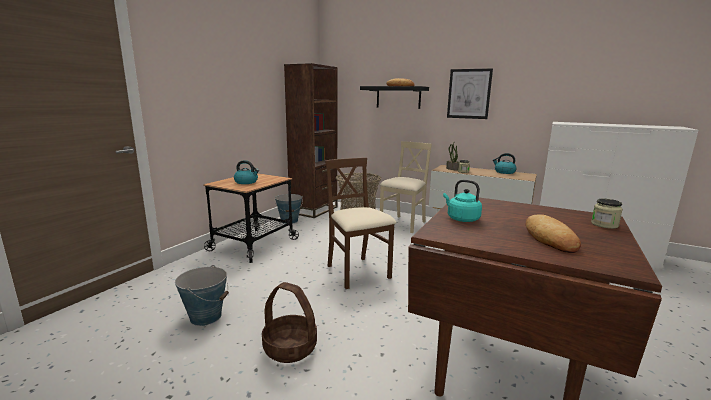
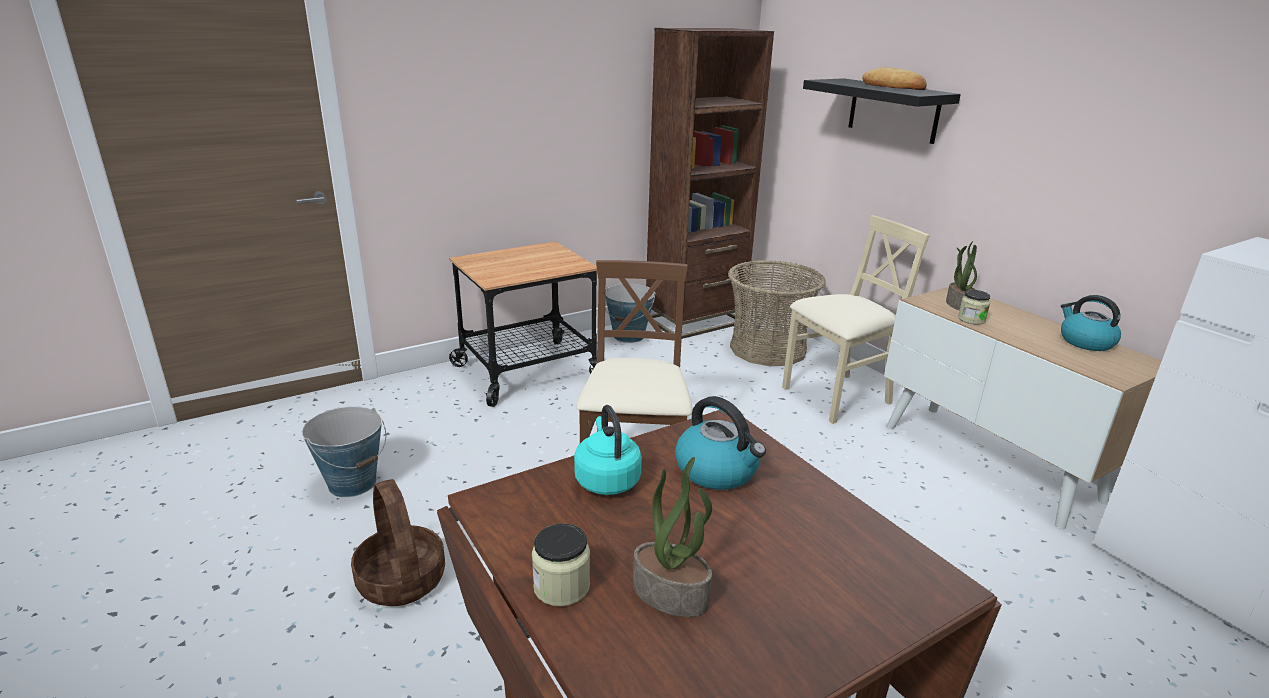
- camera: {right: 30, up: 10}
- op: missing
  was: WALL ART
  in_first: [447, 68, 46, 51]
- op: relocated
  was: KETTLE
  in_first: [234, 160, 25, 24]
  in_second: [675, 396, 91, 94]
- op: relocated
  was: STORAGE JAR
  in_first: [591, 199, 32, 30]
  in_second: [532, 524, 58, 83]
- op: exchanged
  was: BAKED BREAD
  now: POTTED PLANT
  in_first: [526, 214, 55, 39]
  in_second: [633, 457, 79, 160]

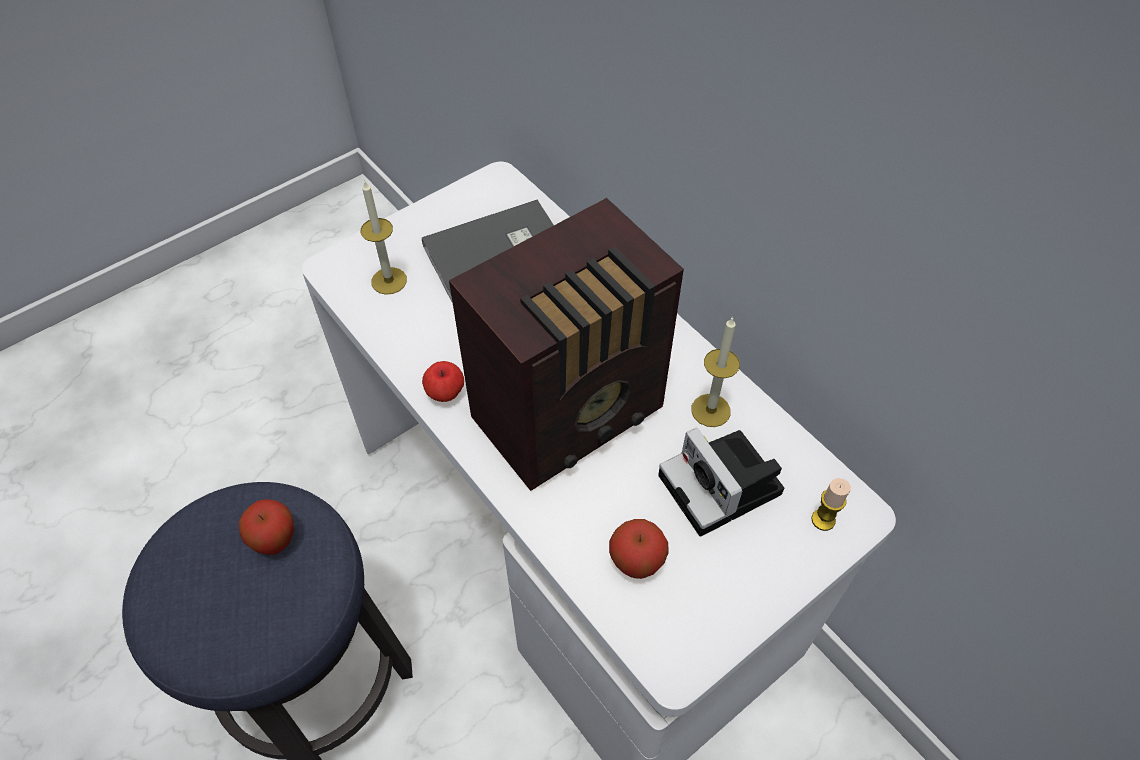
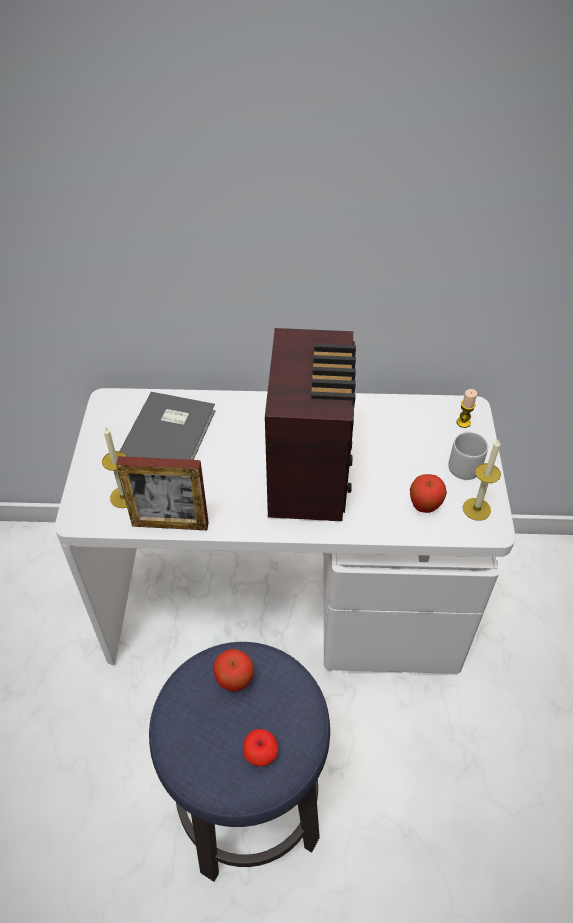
- camera: {right: -50, up: -5}
- op: relocated
  was: WAX LIGHT
  in_first: [691, 317, 49, 110]
  in_second: [463, 439, 38, 82]
- op: relocated
  was: WHOLE APPLE
  in_first: [422, 361, 42, 41]
  in_second: [243, 729, 35, 37]
- op: missing
  was: PHOTO CAMERA
  in_first: [658, 427, 126, 109]
- op: appeared
  now: GRAY COFFEE MUG
  in_second: [448, 431, 40, 49]
- op: appeared
  now: PHOTO FRAME
  in_second: [116, 456, 93, 75]

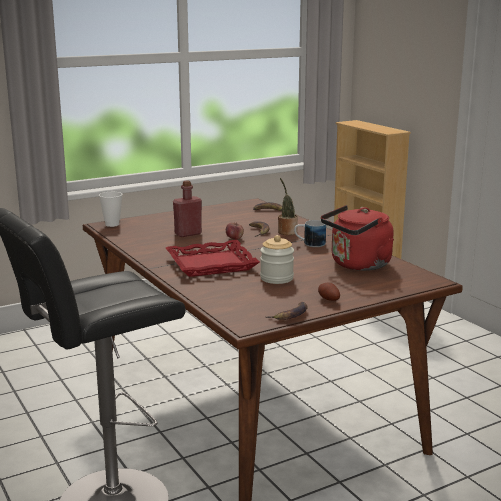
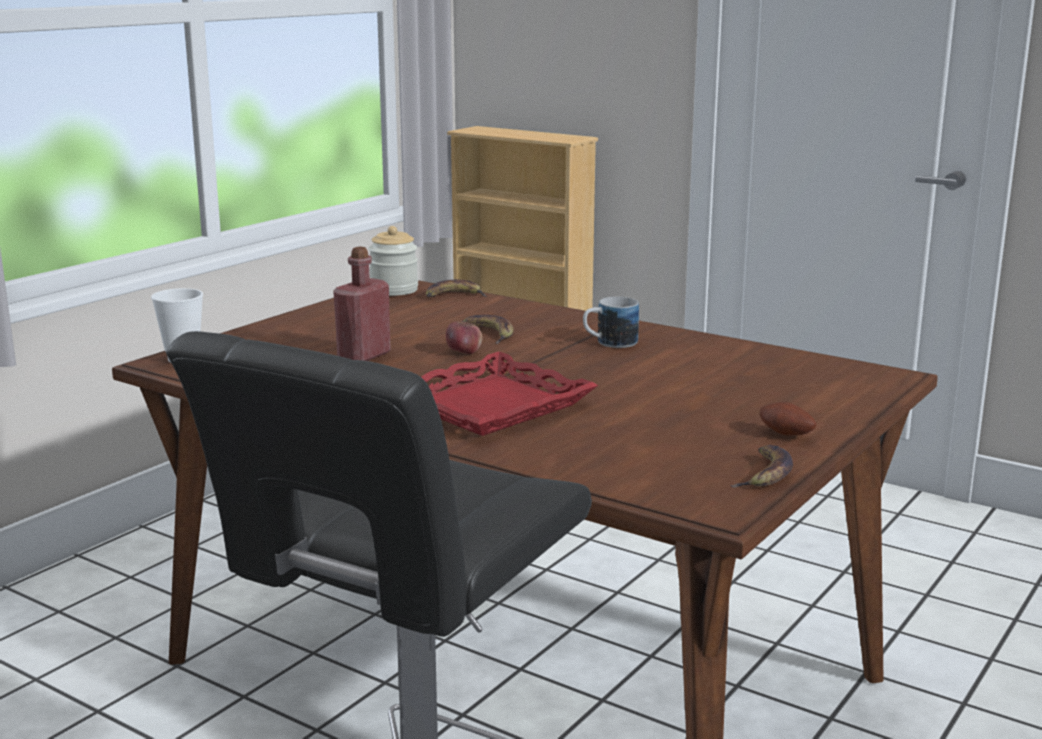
- camera: {right: -25, up: 0}
- op: missing
  was: POTTED PLANT
  in_first: [278, 178, 20, 57]
- op: missing
  was: RED KETTLE
  in_first: [321, 205, 73, 66]
- op: relocated
  was: STORAGE JAR
  in_first: [260, 235, 34, 49]
  in_second: [369, 226, 49, 70]

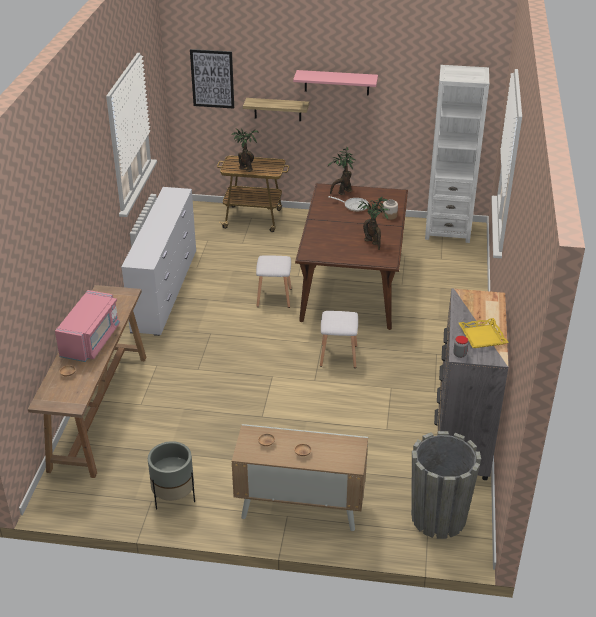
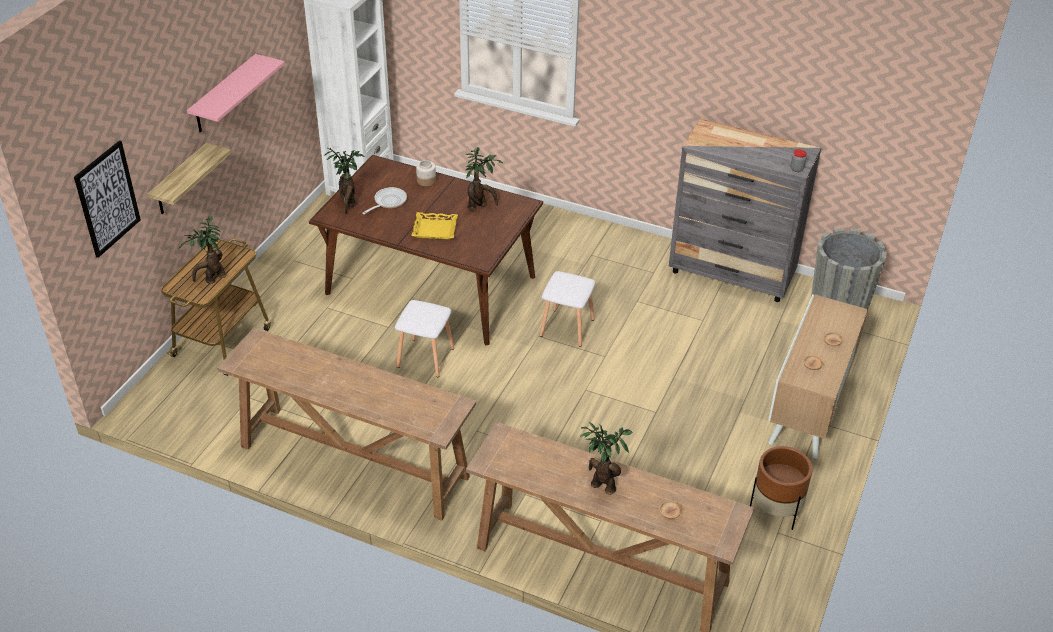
- camera: {right: -75, up: 5}
- op: exchanged
  was: WHITISH DRAWER CHEST
  now: BROWN CONSOLE TABLE
  in_first: [121, 187, 75, 149]
  in_second: [217, 328, 259, 193]
- op: exchanged
  was: PINK MICROWAVE
  now: POTTED PLANT
  in_first: [55, 290, 65, 72]
  in_second: [580, 422, 53, 73]
- op: relocated
  was: YELLOWISH SERVING TRAY
  in_first: [459, 318, 50, 30]
  in_second: [411, 212, 47, 27]
- op: colour
  was: GRAY PLANTER
  now: BROWN PLANTER
  in_first: [148, 441, 47, 69]
  in_second: [750, 446, 63, 84]

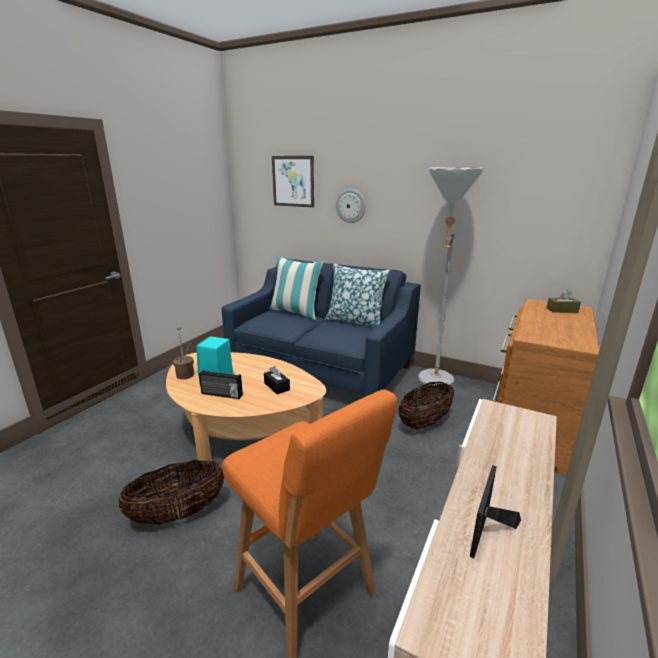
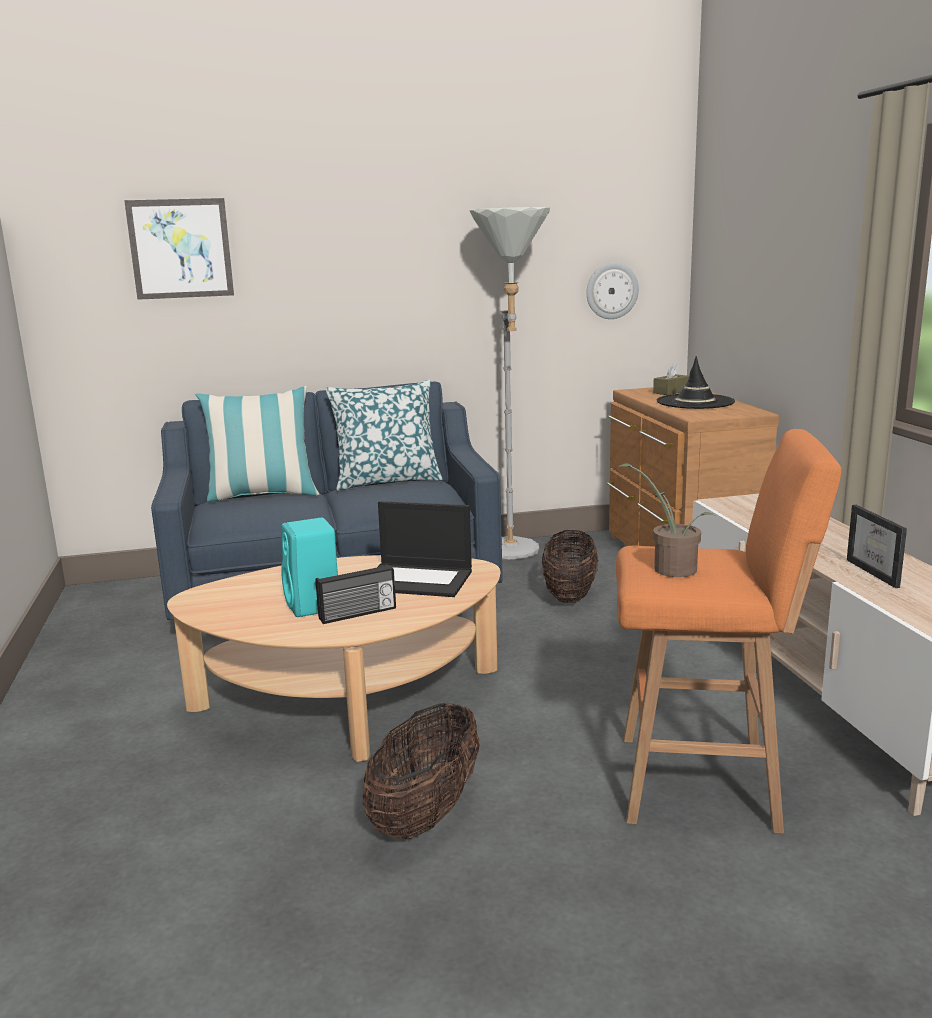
- camera: {right: -40, up: -5}
- op: relocated
  was: HANGING CLOCK
  in_first: [336, 189, 30, 34]
  in_second: [586, 263, 53, 56]
- op: relocated
  was: POTTED PLANT
  in_first: [173, 328, 21, 51]
  in_second: [616, 464, 101, 113]
- op: exchanged
  was: BLACK TISSUE BOX
  now: PORTABLE COMPUTER
  in_first: [264, 366, 26, 28]
  in_second: [377, 501, 95, 96]
- op: appeared
  now: BLACK CLOTHING HAT
  in_second: [657, 356, 78, 53]

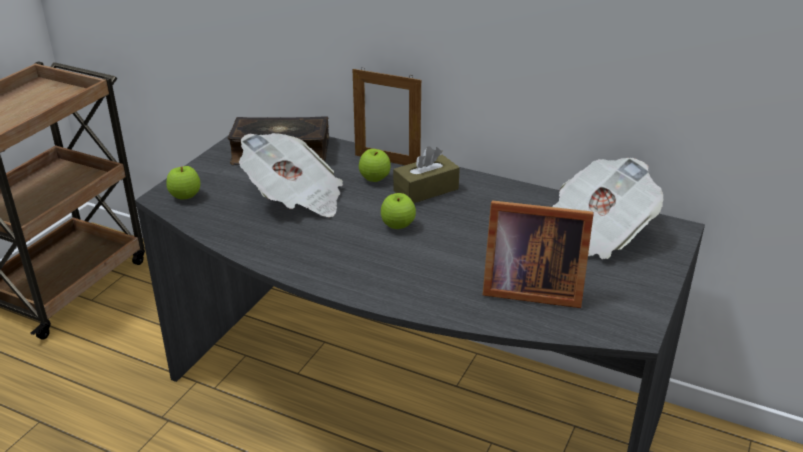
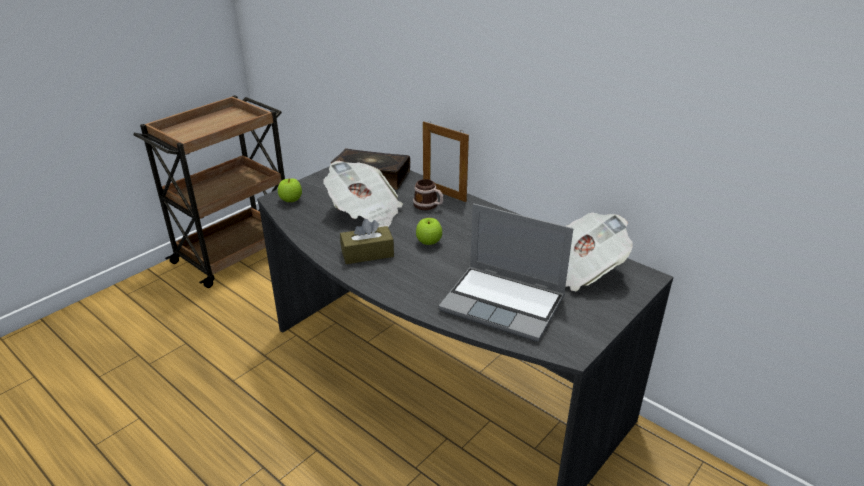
- camera: {right: 15, up: 0}
- op: relocated
  was: BROWN TISSUE BOX
  in_first: [393, 146, 67, 57]
  in_second: [340, 219, 54, 45]
- op: exchanged
  was: WHOLE APPLE
  now: COFFEE MUG
  in_first: [359, 149, 32, 33]
  in_second: [413, 179, 30, 31]
- op: exchanged
  was: PHOTO FRAME
  now: PORTABLE COMPUTER
  in_first: [483, 200, 110, 108]
  in_second: [439, 204, 134, 138]

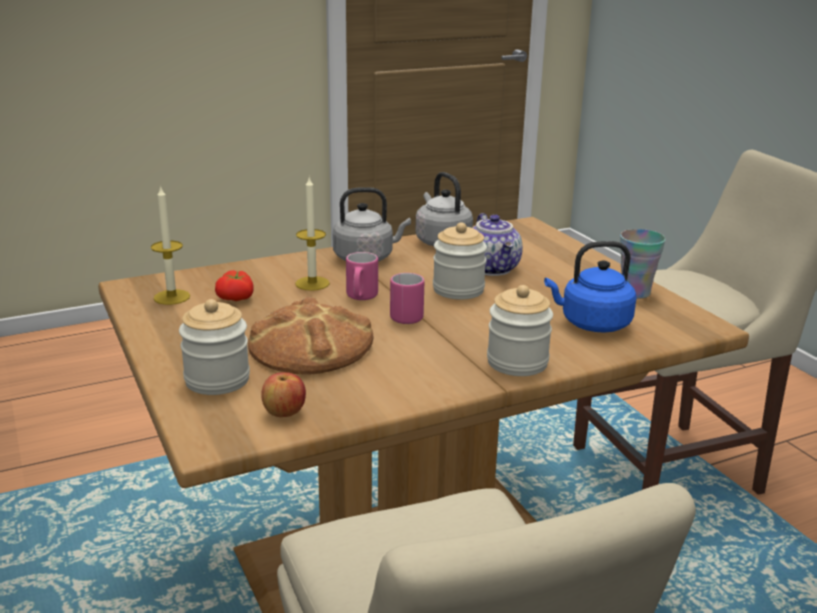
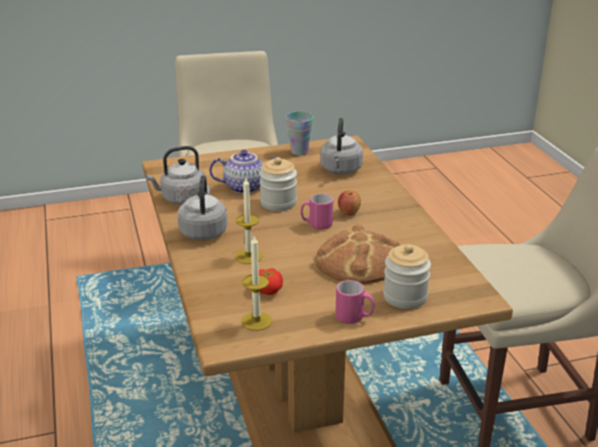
- camera: {right: -80, up: 5}
- op: colour
  was: BLUISH KETTLE
  now: GRAY KETTLE
  in_first: [544, 241, 93, 92]
  in_second: [320, 118, 43, 56]
- op: relocated
  was: PINK COFFEE MUG
  in_first: [346, 252, 32, 48]
  in_second: [336, 280, 38, 44]
- op: missing
  was: STORAGE JAR
  in_first: [487, 285, 66, 91]
- op: relocated
  was: WHOLE APPLE
  in_first: [261, 372, 45, 45]
  in_second: [338, 191, 23, 25]

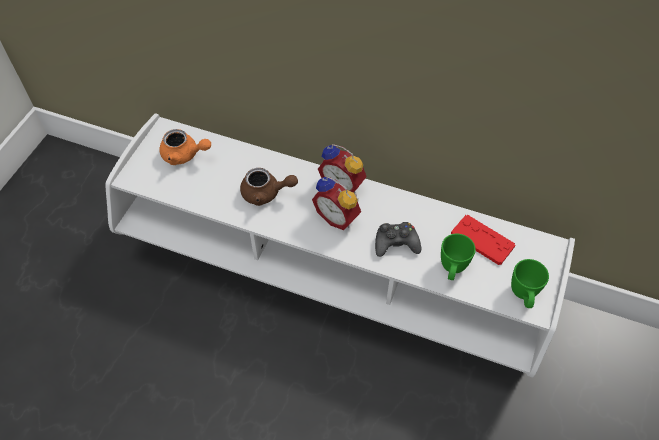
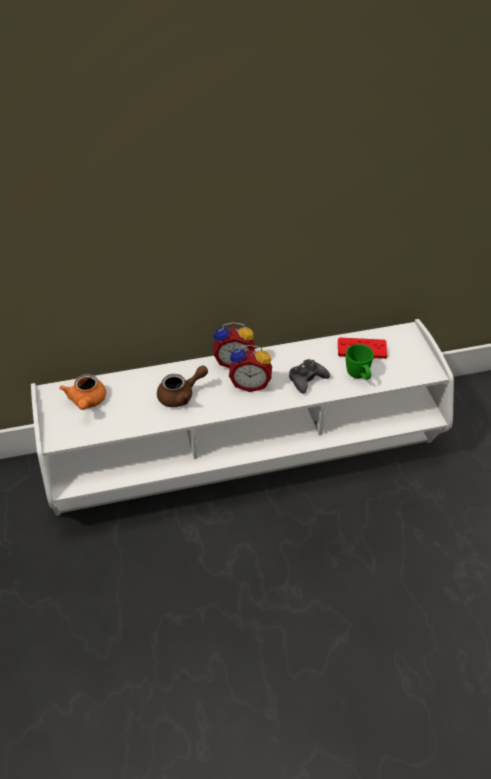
- camera: {right: -35, up: -10}
- op: spun
  was: ORANGEY POT FOR TEA
  in_first: [159, 129, 52, 36]
  in_second: [59, 374, 47, 36]
  clockwise: 105
- op: missing
  was: GREEN COFFEE MUG
  in_first: [511, 259, 38, 49]

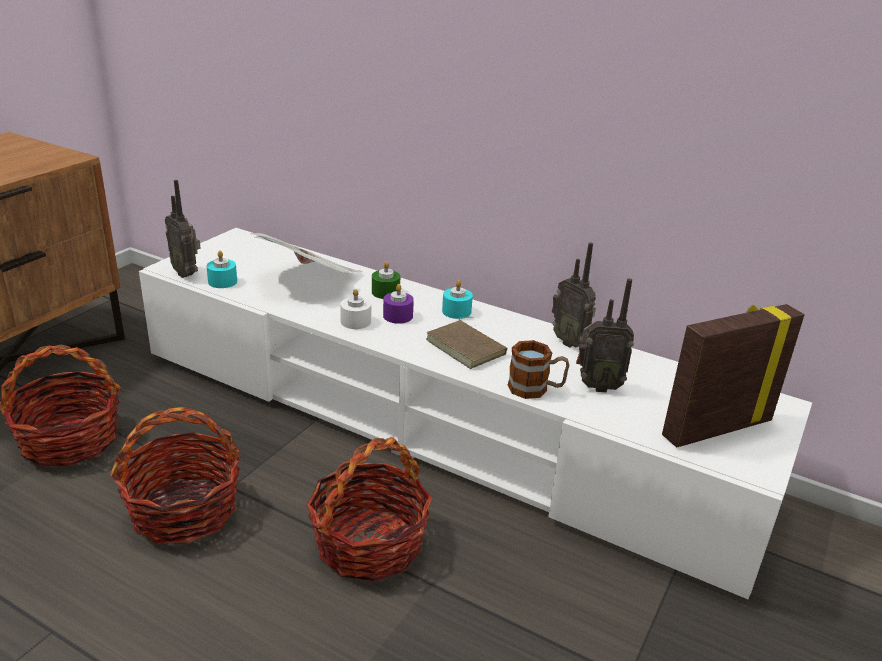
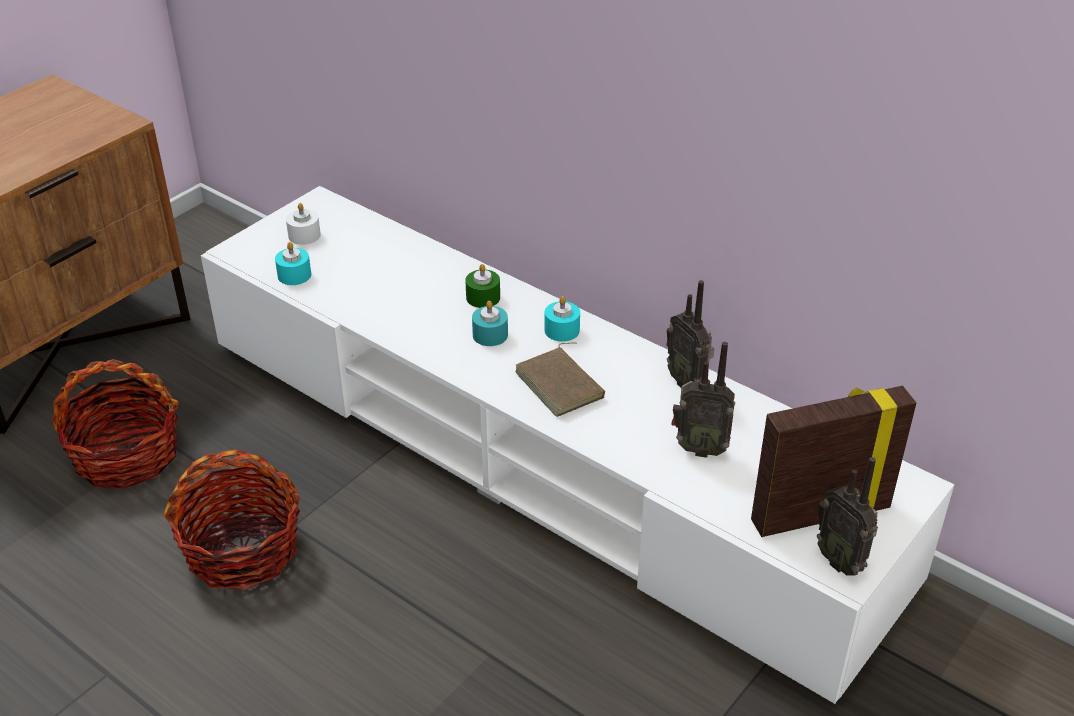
- camera: {right: 10, up: 10}
- op: relocated
  was: RADIO SET
  in_first: [165, 180, 36, 98]
  in_second: [816, 457, 62, 119]
- op: missing
  was: DAILY PAPER
  in_first: [251, 233, 111, 42]
- op: colour
  was: PURPLISH WAX LIGHT
  now: BLUE-GREEN WAX LIGHT
  in_first: [383, 284, 31, 40]
  in_second: [472, 301, 36, 45]
- op: relocated
  was: WHITISH WAX LIGHT
  in_first: [340, 289, 31, 40]
  in_second: [286, 203, 35, 42]
- op: missing
  was: COFFEE MUG
  in_first: [508, 340, 61, 59]
- op: missing
  was: BASKET
  in_first: [306, 437, 126, 145]

